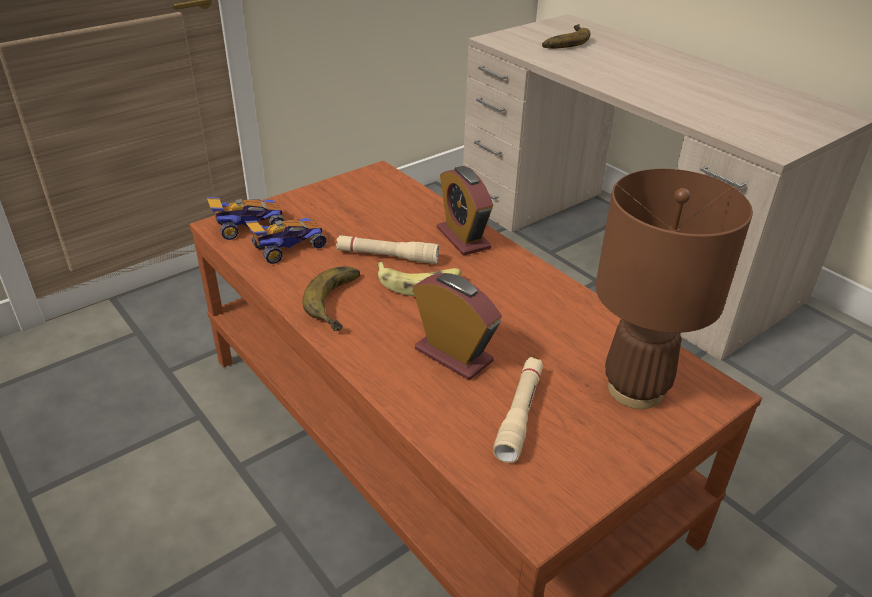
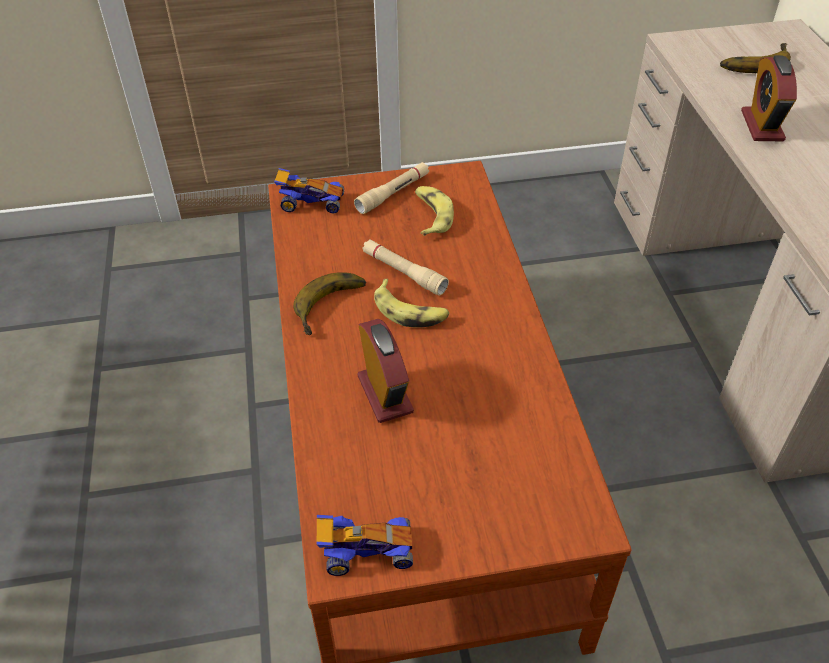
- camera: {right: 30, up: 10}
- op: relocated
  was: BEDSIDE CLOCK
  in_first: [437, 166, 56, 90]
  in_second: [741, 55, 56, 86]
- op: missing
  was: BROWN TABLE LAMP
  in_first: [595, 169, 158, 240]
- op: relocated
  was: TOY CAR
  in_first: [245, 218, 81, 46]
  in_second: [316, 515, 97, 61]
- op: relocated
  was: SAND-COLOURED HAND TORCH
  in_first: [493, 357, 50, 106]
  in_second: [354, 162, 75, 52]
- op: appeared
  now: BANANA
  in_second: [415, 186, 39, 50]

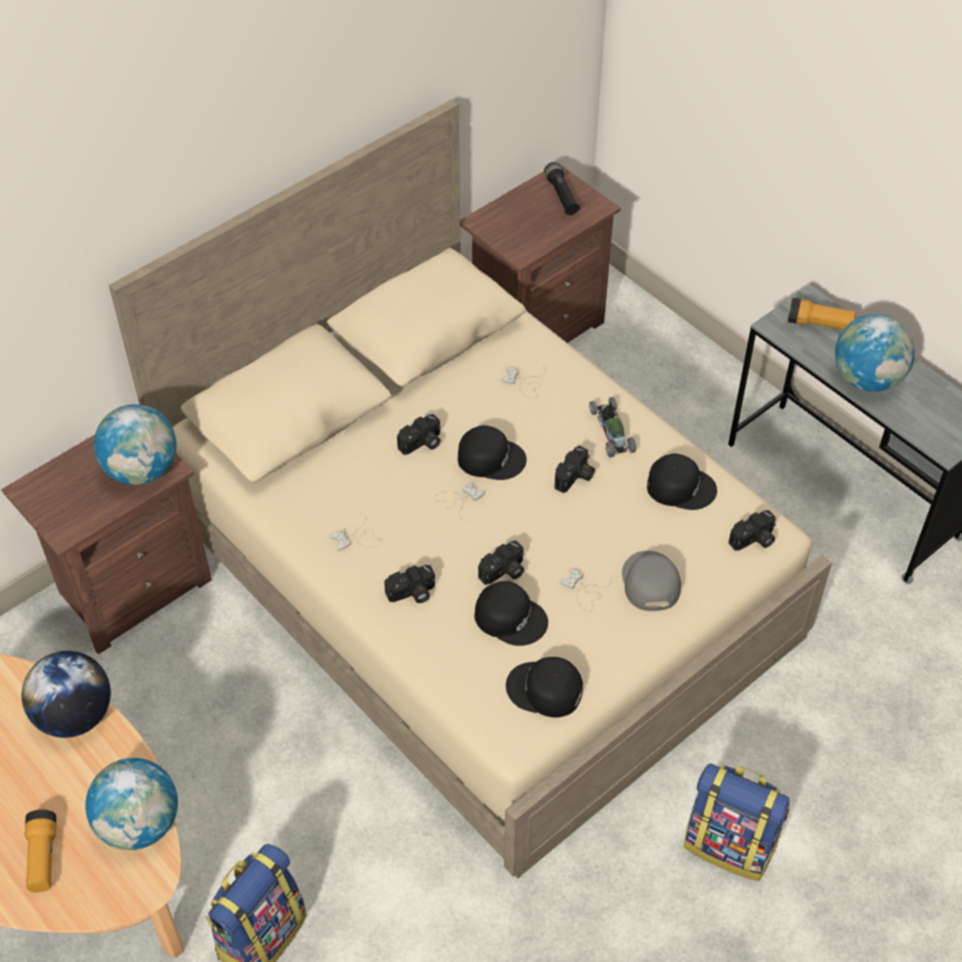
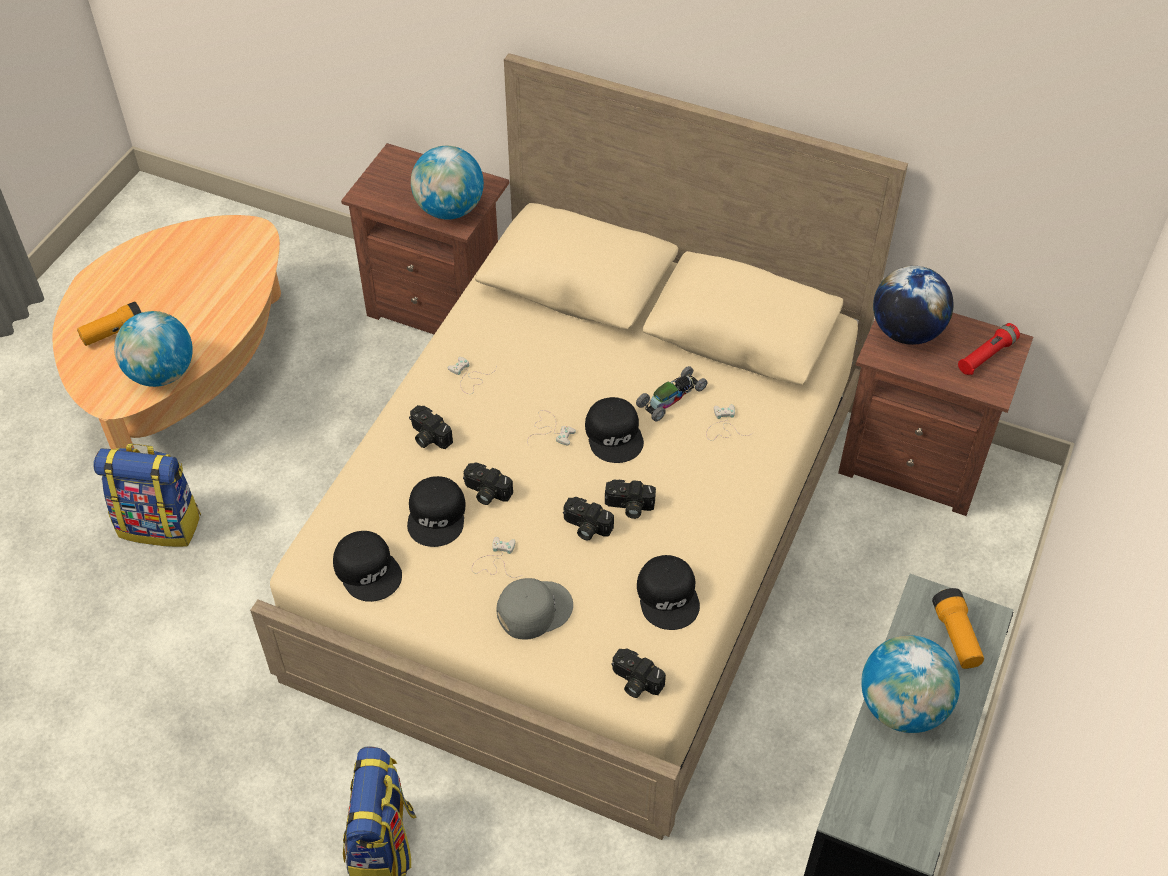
- camera: {right: 65, up: 0}
- op: colour
  was: BLACK HAND TORCH
  now: RED HAND TORCH
  in_first: [544, 162, 36, 53]
  in_second: [958, 323, 62, 52]
- op: relocated
  was: TOY CAR
  in_first: [589, 397, 47, 60]
  in_second: [636, 366, 72, 56]
- op: relocated
  was: PHOTO CAMERA
  in_first: [397, 414, 44, 41]
  in_second: [563, 497, 51, 43]
- op: relocated
  was: WORLD GLOBE
  in_first: [22, 651, 89, 87]
  in_second: [873, 266, 81, 79]
- op: spun
  was: BLACK PEAKED CAP
  in_first: [506, 657, 77, 61]
  in_second: [333, 531, 69, 71]
  clockwise: 150

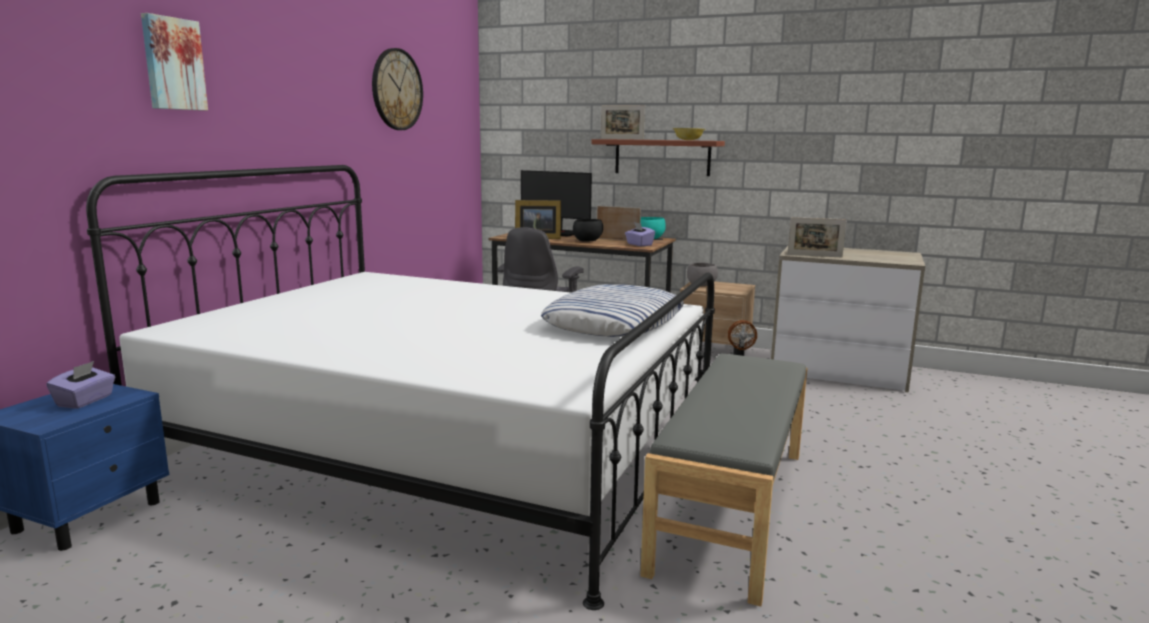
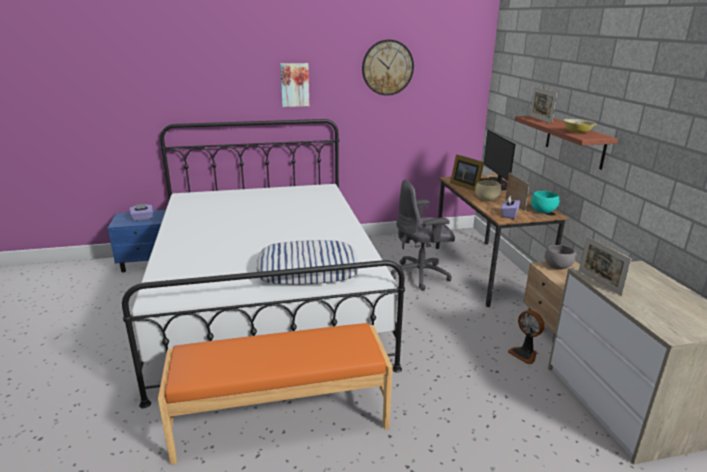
- camera: {right: 55, up: 10}
- op: relocated
  was: WALL ART
  in_first: [141, 13, 67, 98]
  in_second: [280, 63, 29, 44]
- op: colour
  was: BLACK BOWL
  now: SAND-COLOURED BOWL
  in_first: [573, 219, 30, 23]
  in_second: [475, 180, 26, 21]
- op: colour
  was: GRAY LONG SEAT
  now: ORANGEY LONG SEAT
  in_first: [640, 354, 167, 253]
  in_second: [158, 323, 235, 142]

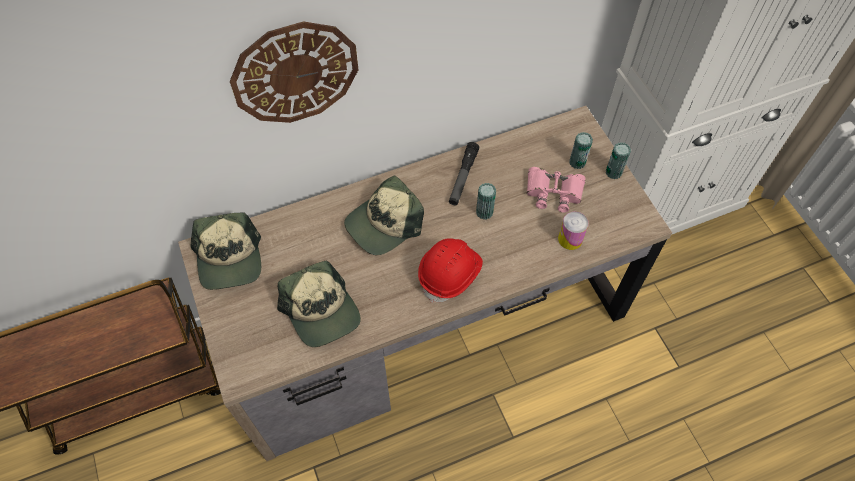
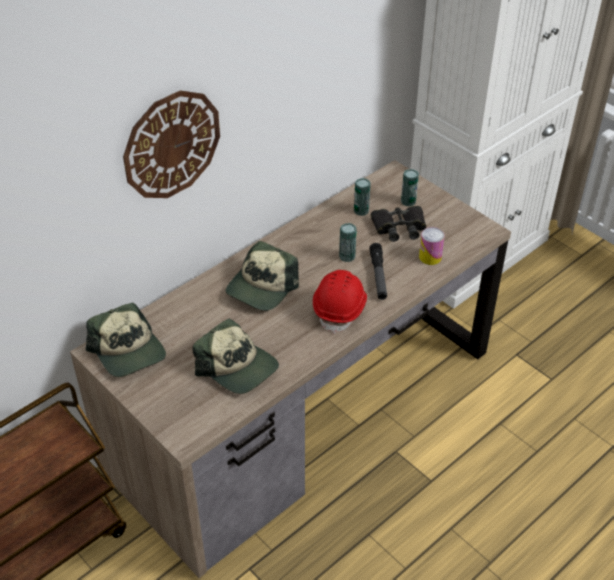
- camera: {right: -20, up: -15}
- op: relocated
  was: HAND TORCH
  in_first: [449, 142, 30, 63]
  in_second: [369, 243, 18, 57]
- op: relocated
  was: CAN
  in_first: [606, 142, 25, 37]
  in_second: [354, 178, 17, 38]
- op: colour
  was: PINK PAIR OF BINOCULARS
  now: BLACK PAIR OF BINOCULARS
  in_first: [527, 167, 59, 46]
  in_second: [371, 206, 55, 36]

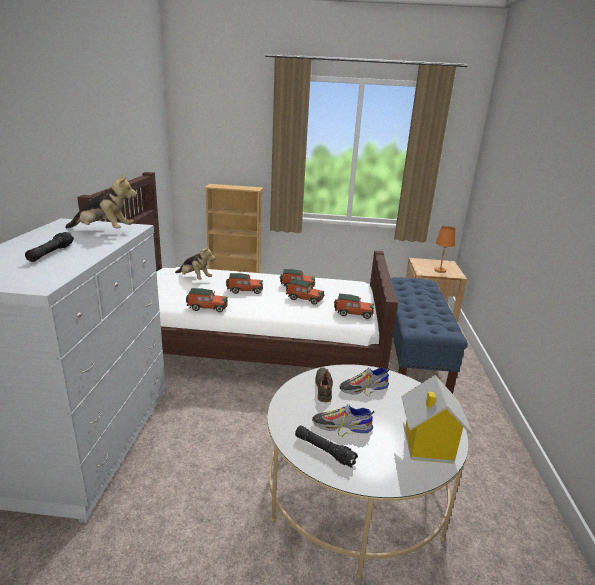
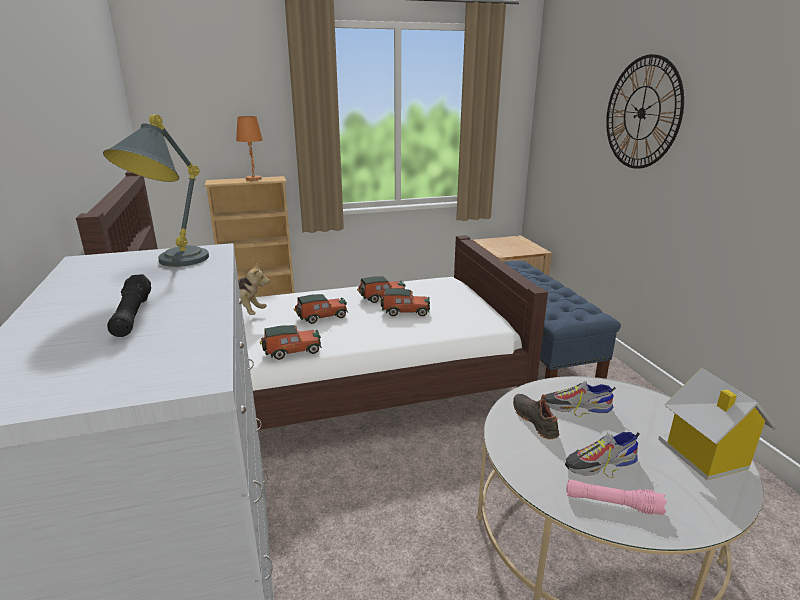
- camera: {right: -20, up: 0}
- op: exchanged
  was: CUDDLY TOY
  now: GRAY TABLE LAMP
  in_first: [65, 173, 72, 56]
  in_second: [103, 115, 106, 152]
- op: relocated
  was: ORANGEY TABLE LAMP
  in_first: [434, 226, 21, 47]
  in_second: [236, 116, 27, 65]
- op: missing
  was: TOY CAR
  in_first: [334, 294, 40, 25]
- op: spun
  was: LOW SHOE
  in_first: [340, 367, 50, 29]
  in_second: [544, 381, 72, 36]
  clockwise: 45
- op: colour
  was: BLACK HAND TORCH
  now: PINK HAND TORCH
  in_first: [295, 425, 63, 43]
  in_second: [566, 479, 101, 36]
- op: appeared
  now: HANGING CLOCK
  in_second: [606, 54, 78, 115]

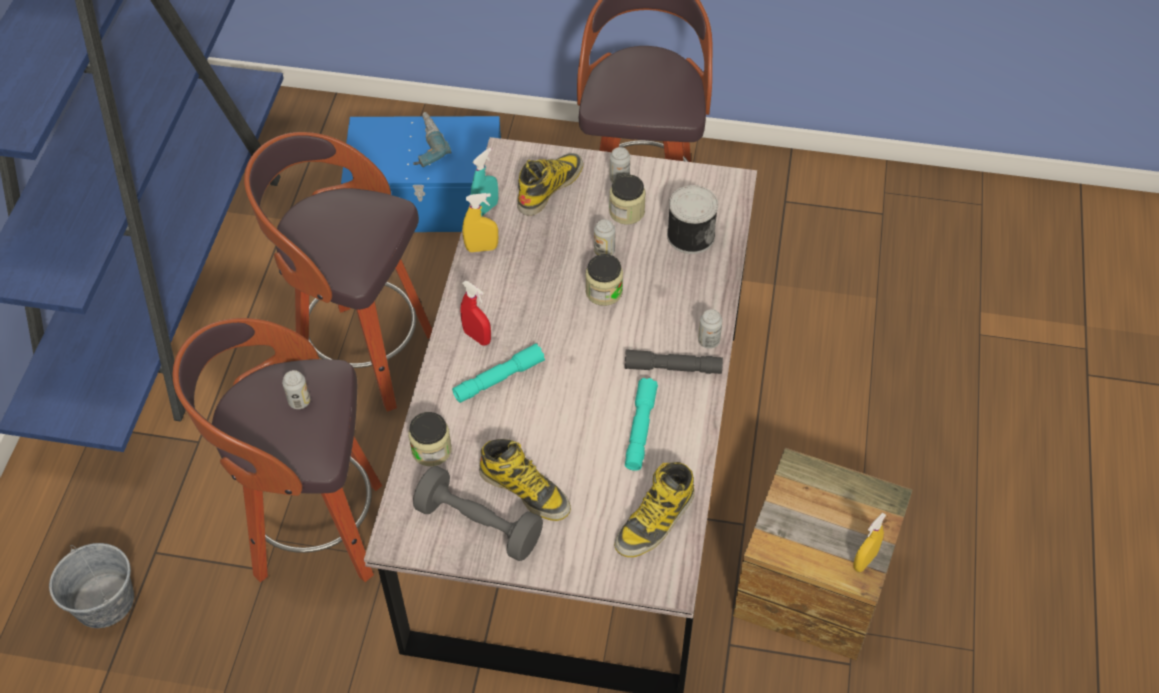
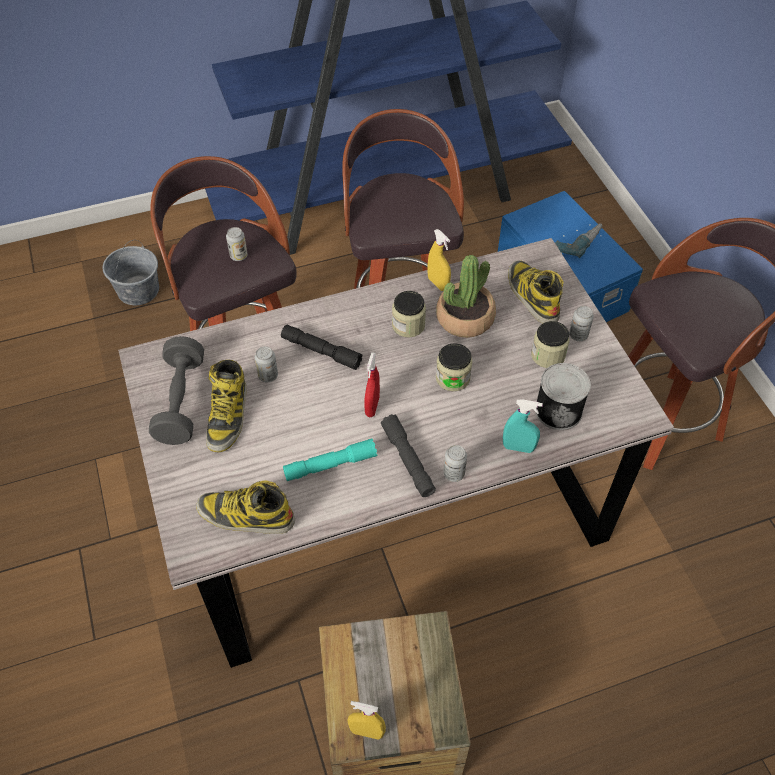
- camera: {right: 60, up: 0}
- op: relocated
  was: BLUE-GREEN SPRAY BOTTLE
  in_first: [471, 148, 27, 68]
  in_second: [503, 399, 40, 54]
- op: spun
  was: HIGH-TOP BOOT
  in_first: [517, 153, 66, 63]
  in_second: [508, 260, 56, 63]
  clockwise: -120
- op: relocated
  was: CAN
  in_first: [594, 219, 22, 36]
  in_second: [255, 346, 23, 36]
- op: relocated
  was: RED SPRAY BOTTLE
  in_first: [460, 281, 31, 65]
  in_second: [364, 352, 16, 65]
- op: colour
  was: BLUE-GREEN HAND TORCH
  now: BLACK HAND TORCH
  in_first: [452, 343, 93, 60]
  in_second: [281, 325, 82, 45]
- op: relocated
  was: STORAGE JAR
  in_first: [408, 412, 44, 54]
  in_second: [392, 291, 34, 47]
- op: appeared
  now: POTTED PLANT
  in_second: [436, 255, 60, 83]

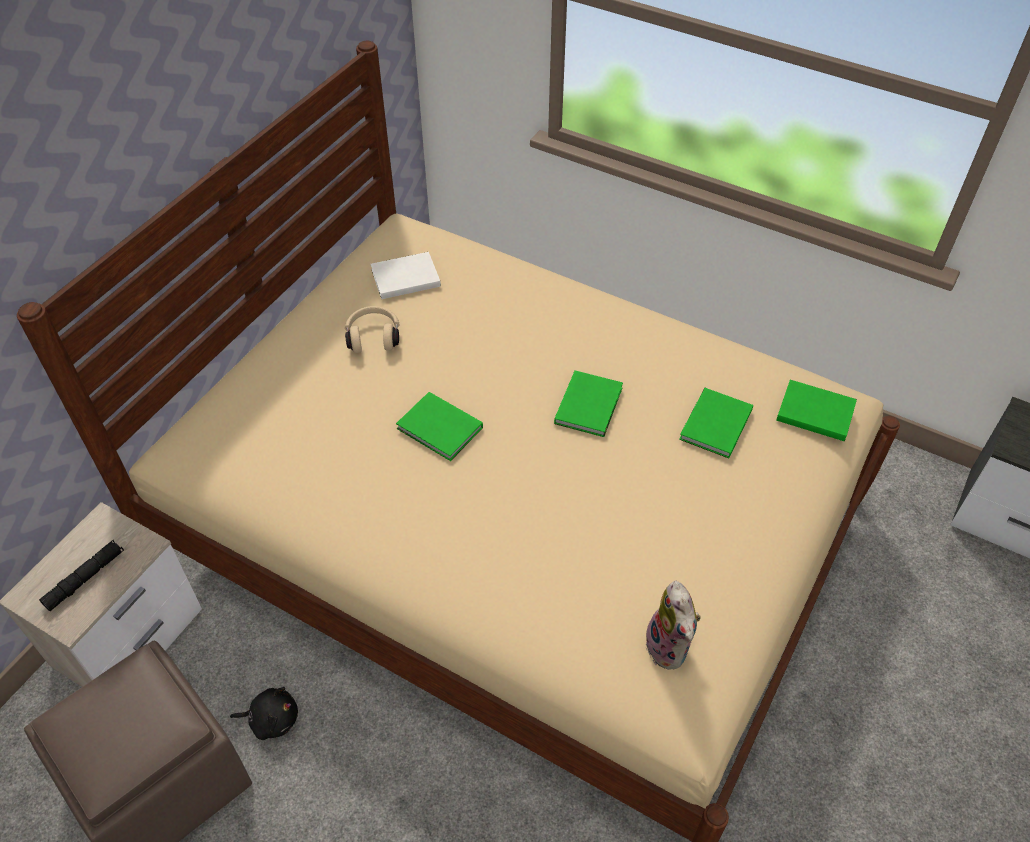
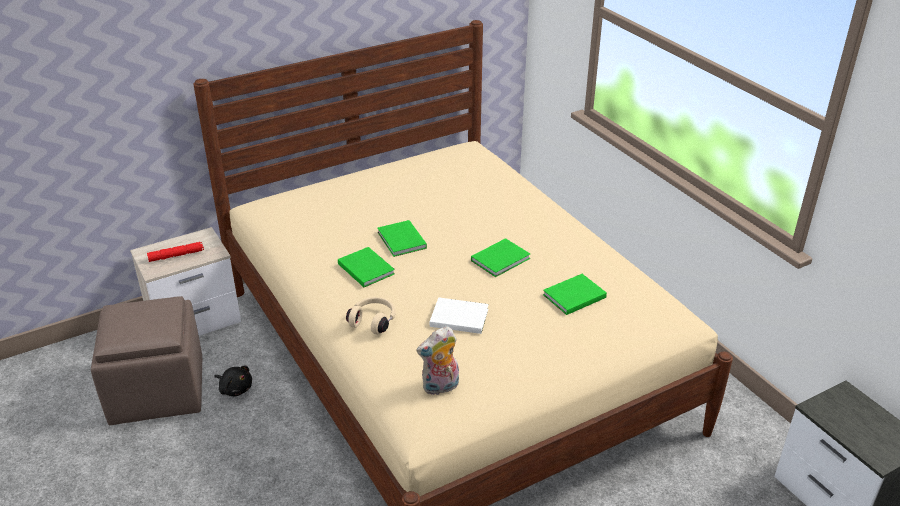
- camera: {right: 30, up: -15}
- op: relocated
  was: WHITISH VOLUME
  in_first: [371, 252, 70, 47]
  in_second: [430, 297, 59, 37]
- op: relocated
  was: SAND-COLOURED PAIR OF HEADPHONES
  in_first: [345, 306, 54, 47]
  in_second: [346, 297, 50, 38]
- op: relocated
  was: GREEN VOLUME
  in_first: [776, 380, 81, 61]
  in_second: [338, 247, 57, 40]
- op: colour
  was: BLACK HAND TORCH
  now: RED HAND TORCH
  in_first: [39, 540, 85, 71]
  in_second: [147, 242, 57, 20]
- op: spun
  was: CUDDLY TOY
  in_first: [646, 581, 54, 89]
  in_second: [416, 326, 43, 69]
  clockwise: 45

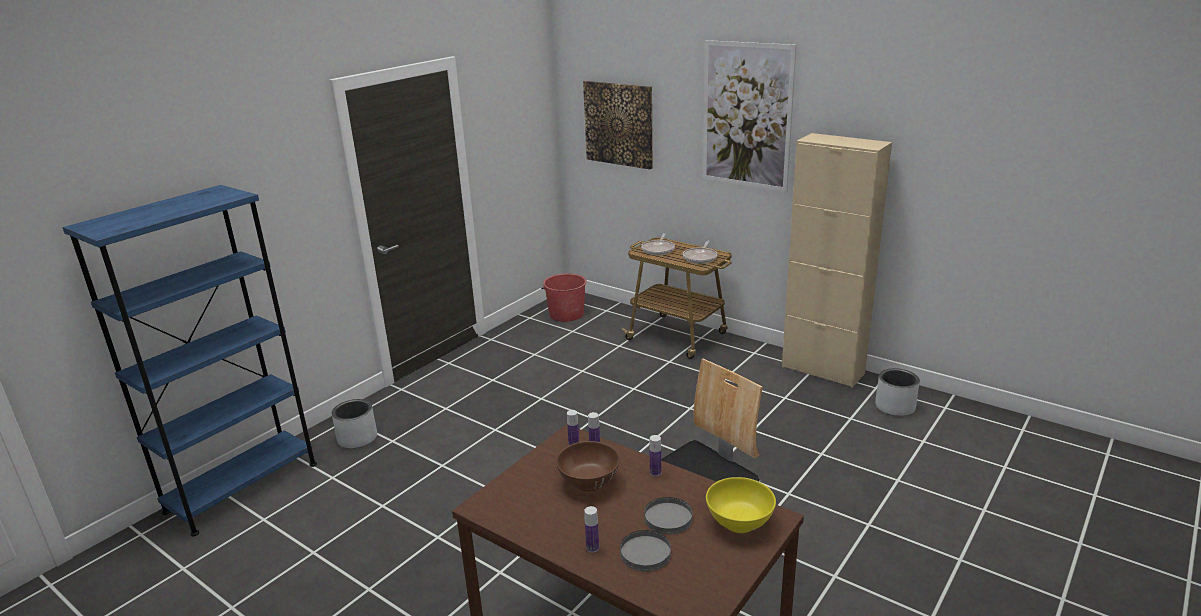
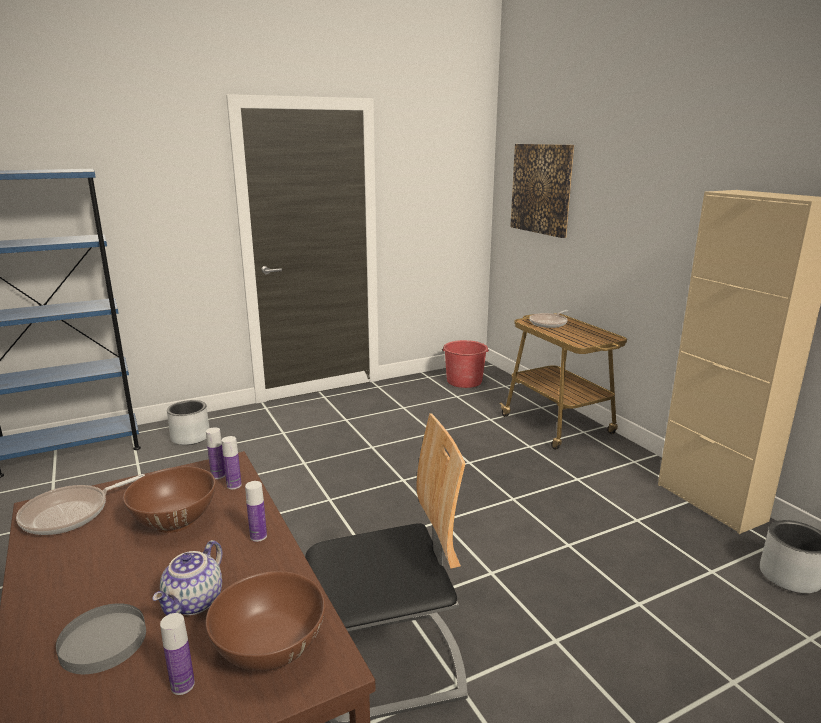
- camera: {right: 25, up: -5}
- op: missing
  was: WALL ART
  in_first: [703, 40, 94, 152]
- op: relocated
  was: SKILLET
  in_first: [683, 241, 35, 23]
  in_second: [16, 474, 129, 61]
- op: colour
  was: YELLOWISH BOWL
  now: BROWN BOWL
  in_first: [706, 477, 70, 56]
  in_second: [205, 571, 121, 100]
- op: exchanged
  was: GRAY FLAT DISH
  now: POT FOR TEA
  in_first: [644, 497, 49, 38]
  in_second: [152, 540, 70, 75]
- op: relocated
  was: BOTTLE
  in_first: [584, 506, 15, 47]
  in_second: [160, 613, 35, 82]

